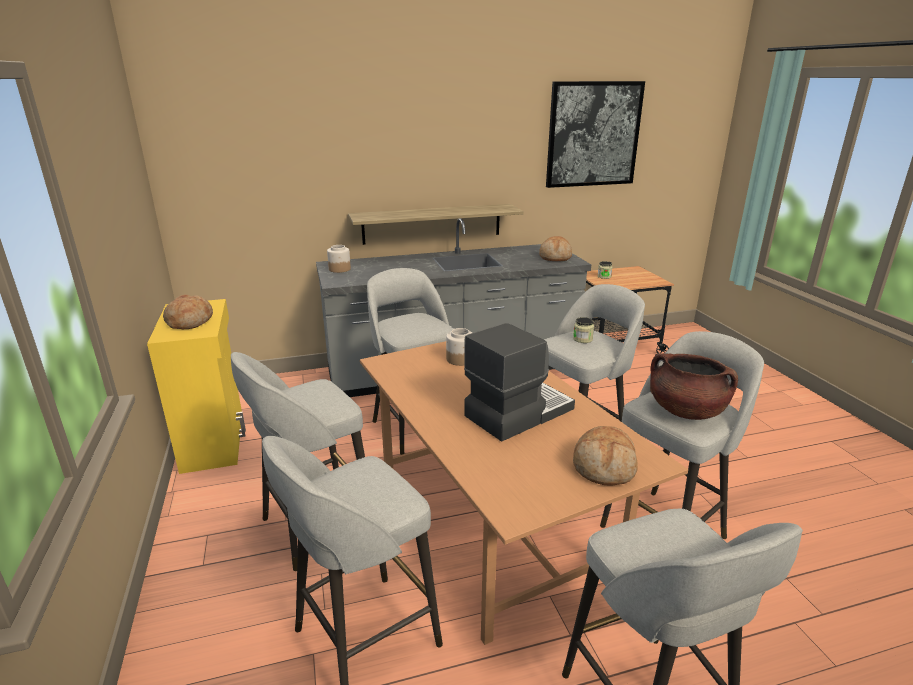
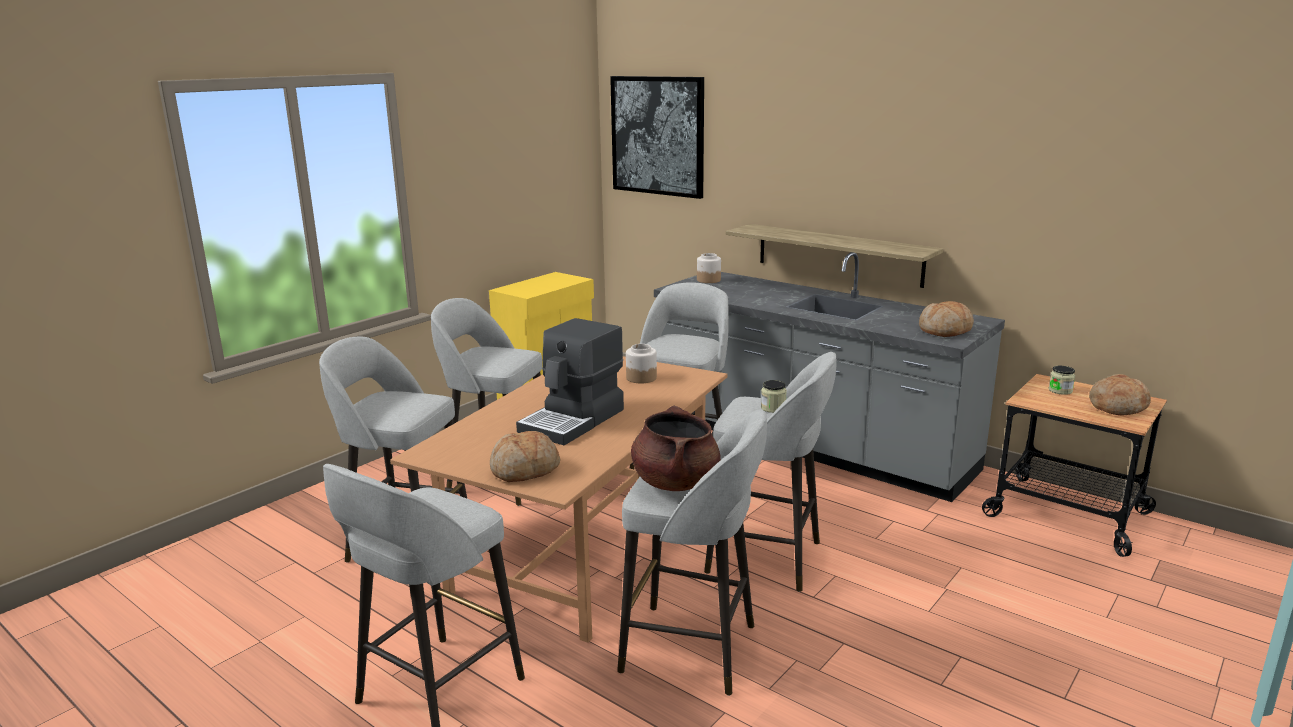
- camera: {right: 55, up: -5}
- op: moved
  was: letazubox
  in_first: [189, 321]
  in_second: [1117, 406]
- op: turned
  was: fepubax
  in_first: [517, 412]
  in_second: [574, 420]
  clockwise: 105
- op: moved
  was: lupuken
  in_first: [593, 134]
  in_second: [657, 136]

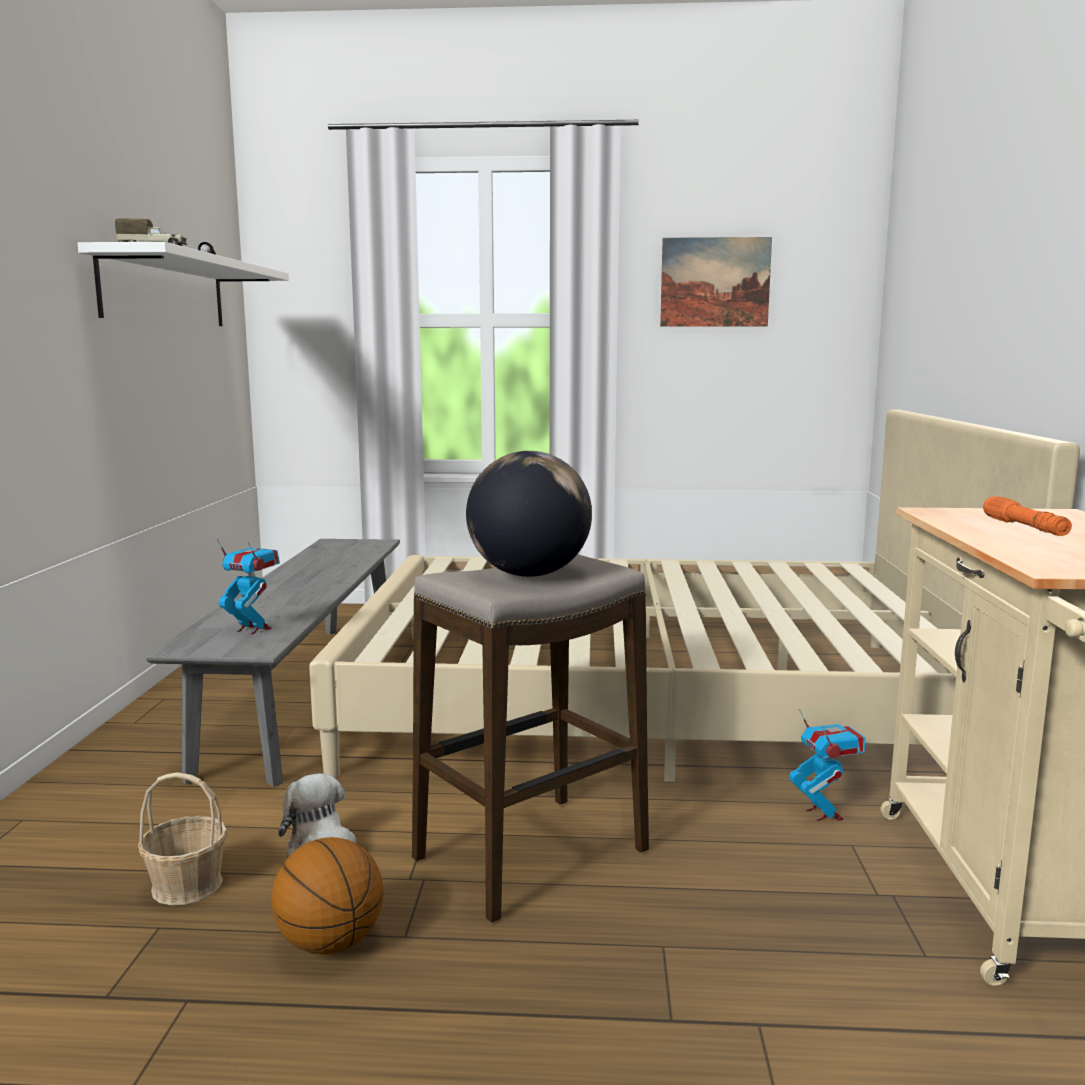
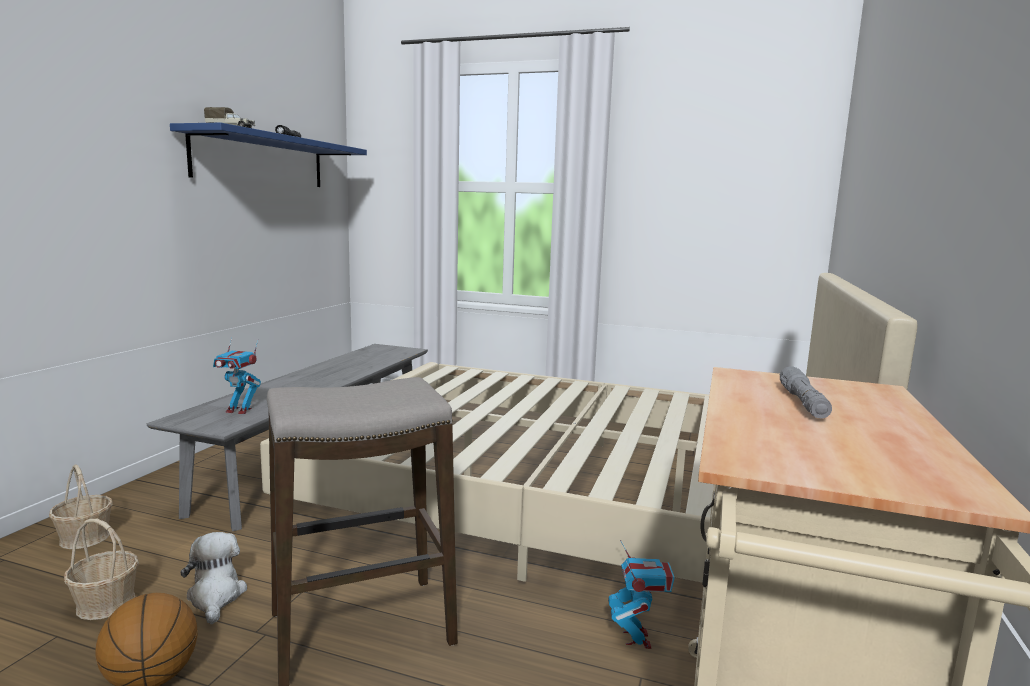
- camera: {right: 15, up: 0}
- op: recoloured
  was: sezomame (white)
  now: sezomame (blue)
  in_first: [165, 291]
  in_second: [261, 160]
- op: turned
  was: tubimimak
  in_first: [253, 629]
  in_second: [239, 410]
  clockwise: 150
- op: removed
  was: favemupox
  in_first: [529, 574]
- op: removed
  was: lupuken
  in_first: [715, 282]
- op: recoloured
  was: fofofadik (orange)
  now: fofofadik (grey)
  in_first: [1024, 527]
  in_second: [803, 403]
- op: added
  now: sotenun
  in_second: [85, 538]

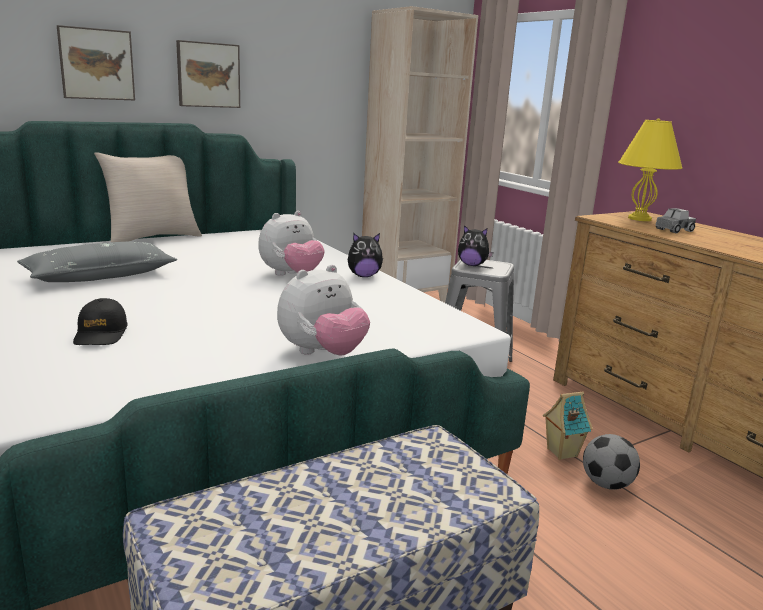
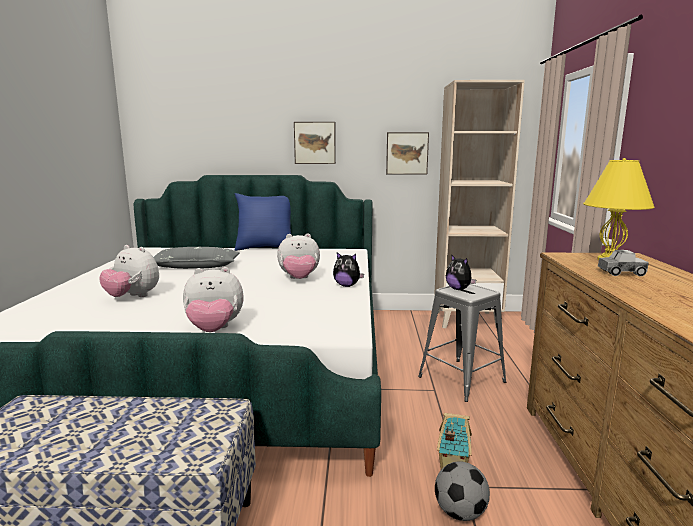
- camera: {right: 35, up: -5}
- op: moved
  was: lupuken
  in_first: [96, 64]
  in_second: [407, 153]
- op: replaced
  was: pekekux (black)
  now: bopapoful
  in_first: [101, 334]
  in_second: [133, 297]
- op: recoloured
  was: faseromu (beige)
  now: faseromu (blue)
  in_first: [152, 238]
  in_second: [266, 248]

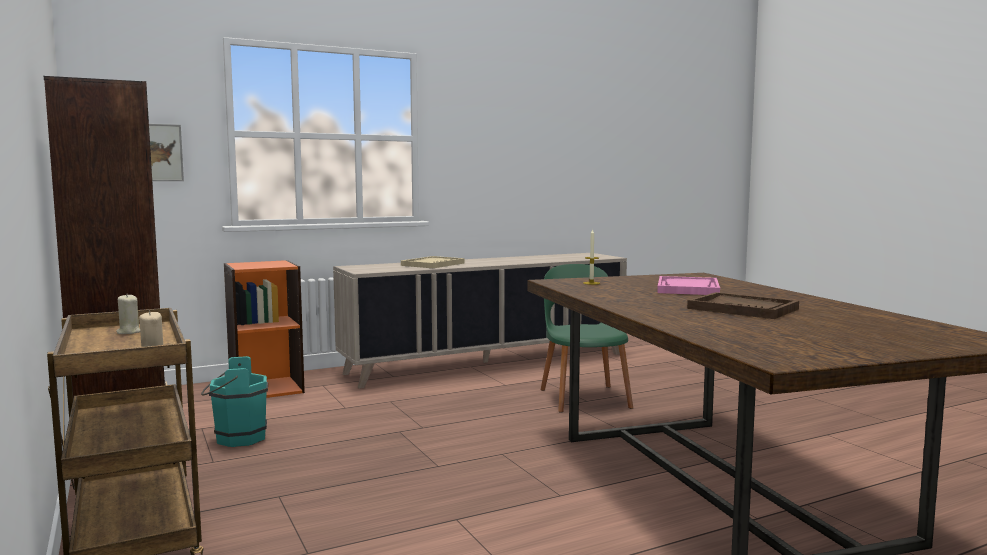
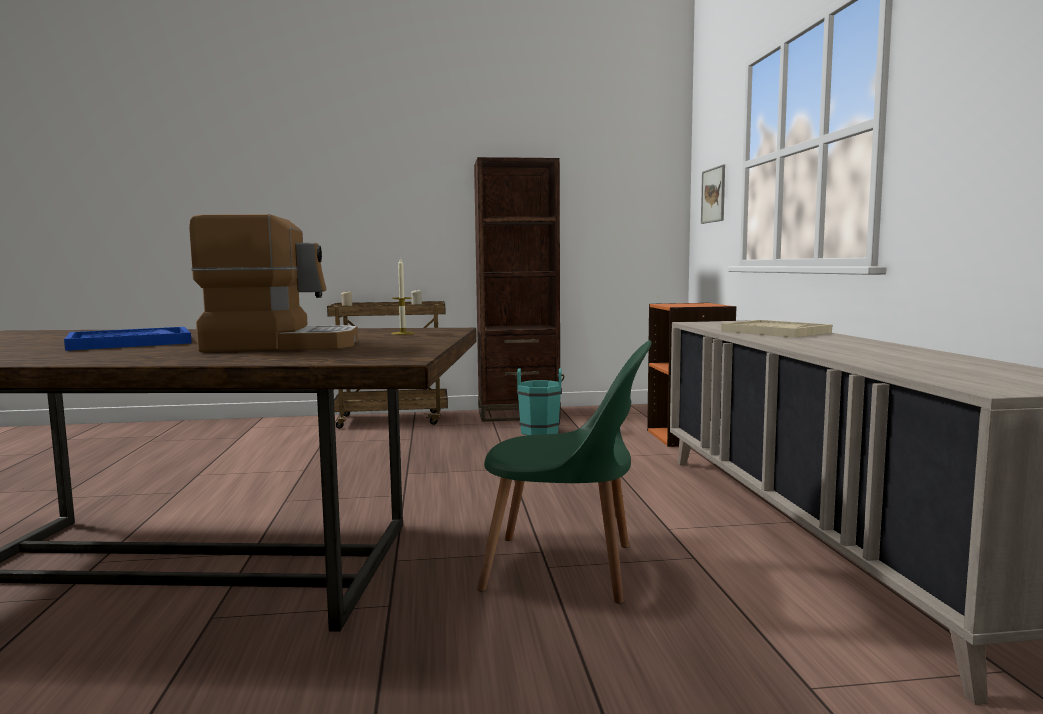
- camera: {right: 110, up: 0}
- op: replaced
  was: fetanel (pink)
  now: fepubax
  in_first: [688, 288]
  in_second: [281, 345]
- op: recoloured
  was: fetanel (brown)
  now: fetanel (blue)
  in_first: [743, 309]
  in_second: [129, 343]

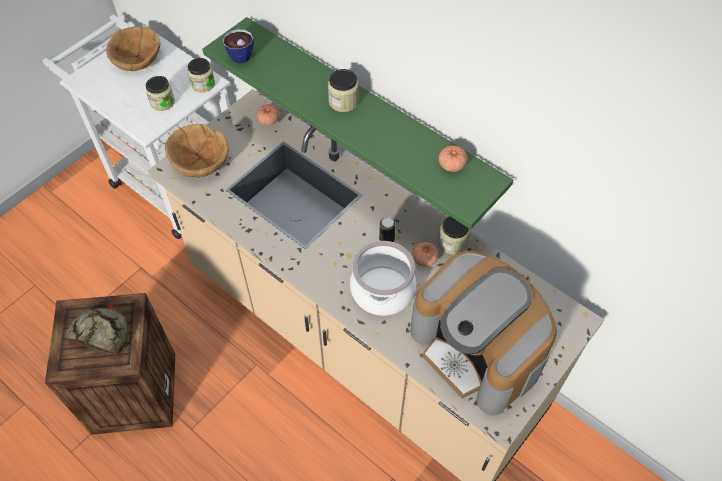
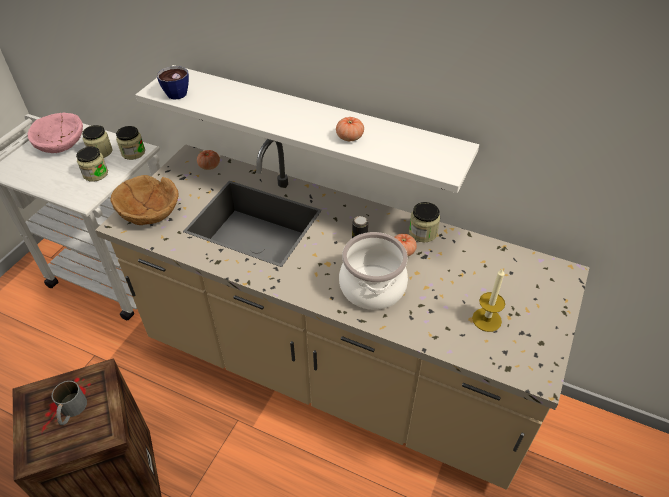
- camera: {right: -15, up: -10}
- op: replaced
  was: letazubox
  now: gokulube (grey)
  in_first: [100, 334]
  in_second: [71, 411]
- op: recoloured
  was: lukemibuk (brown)
  now: lukemibuk (pink)
  in_first: [137, 59]
  in_second: [61, 144]
- op: recoloured
  was: sezomame (green)
  now: sezomame (white)
  in_first: [369, 113]
  in_second: [314, 127]
- op: moved
  was: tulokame
  in_first: [343, 101]
  in_second: [100, 152]
- op: replaced
  was: fepubax
  now: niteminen
  in_first: [477, 349]
  in_second: [486, 319]
- op: moved
  was: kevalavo
  in_first: [451, 165]
  in_second: [349, 137]

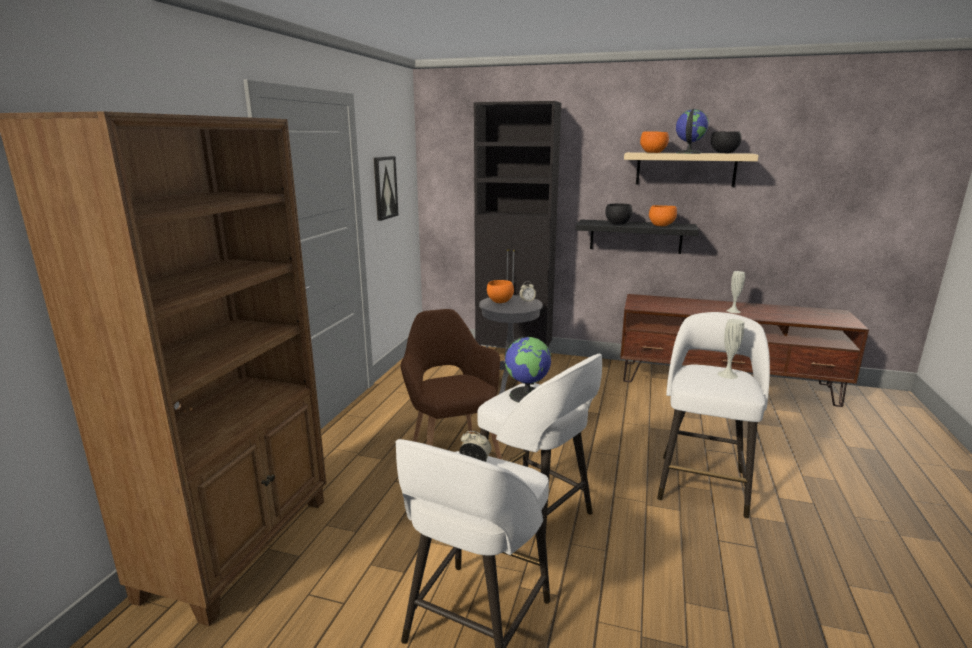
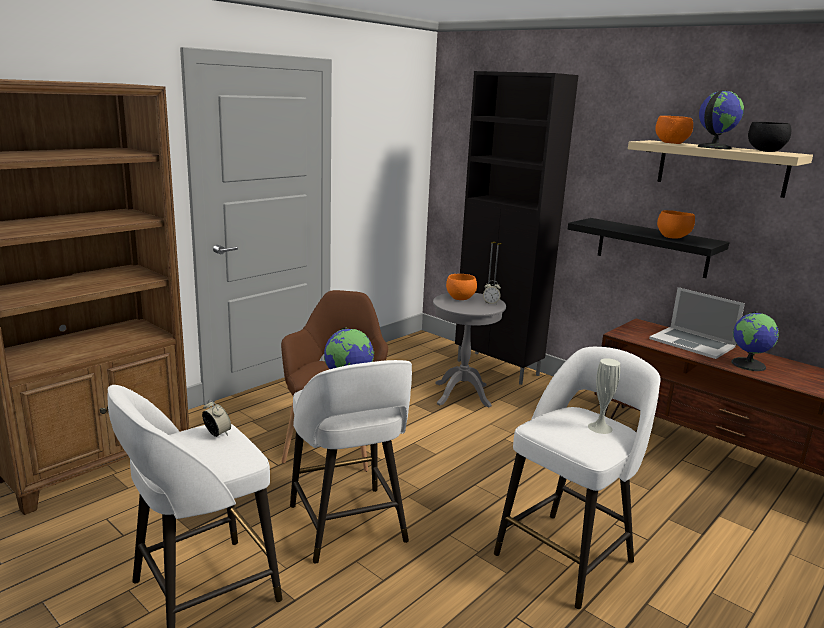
- camera: {right: 25, up: 0}
- op: removed
  was: lupuken
  in_first: [384, 187]
- op: removed
  was: lukemibuk (black)
  in_first: [617, 224]
- op: replaced
  was: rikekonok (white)
  now: favemupox
  in_first: [733, 311]
  in_second: [749, 364]
- op: added
  now: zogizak
  in_second: [692, 343]

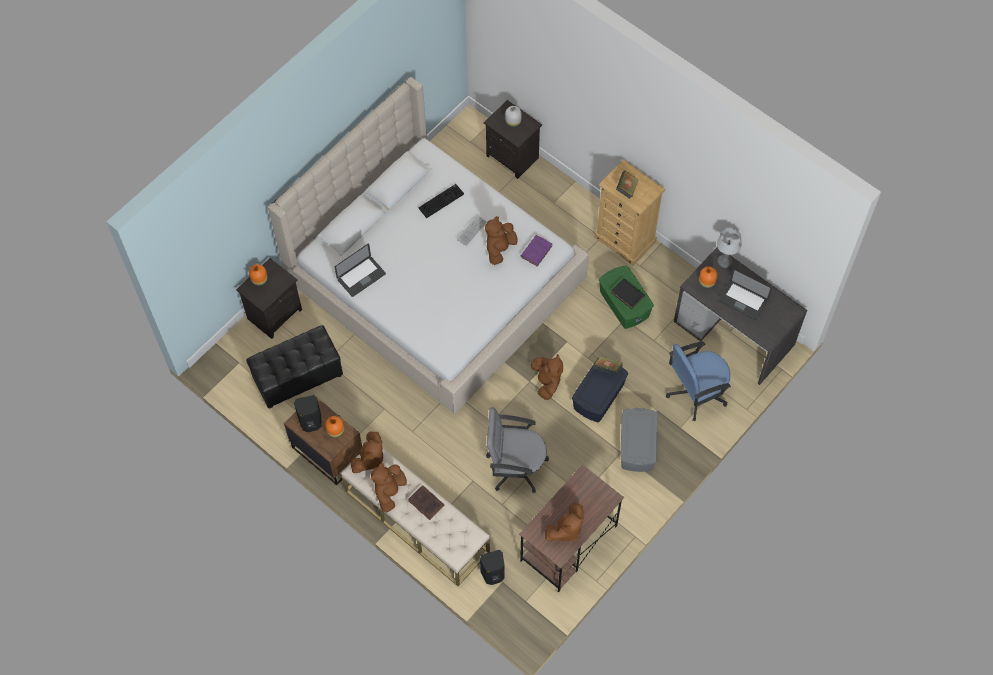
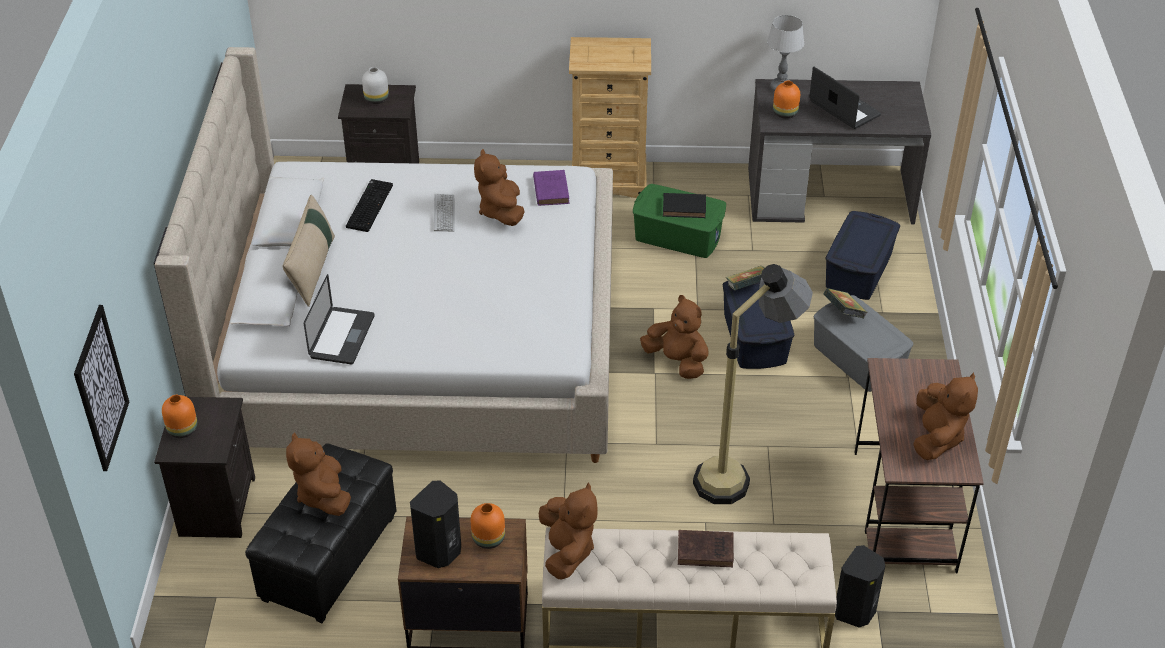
- camera: {right: -40, up: -20}
- op: moved
  was: bopapoful (brown)
  in_first: [389, 491]
  in_second: [323, 495]
- op: replaced
  was: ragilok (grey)
  now: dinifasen
  in_first: [515, 466]
  in_second: [741, 471]
- op: moved
  was: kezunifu
  in_first: [626, 189]
  in_second: [843, 313]
- op: replaced
  was: ragilok (blue)
  now: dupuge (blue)
  in_first: [695, 393]
  in_second: [858, 270]
- op: turned
  was: zogizak
  in_first: [743, 301]
  in_second: [844, 108]
  clockwise: -120
- op: added
  now: lupuken
  in_second: [101, 388]
- op: added
  now: faseromu (beige)
  in_second: [312, 270]

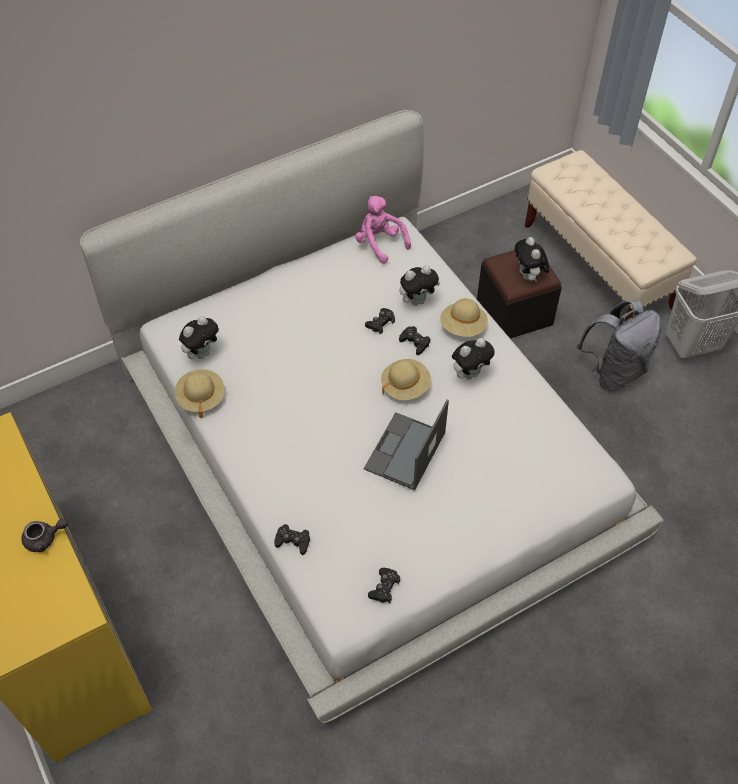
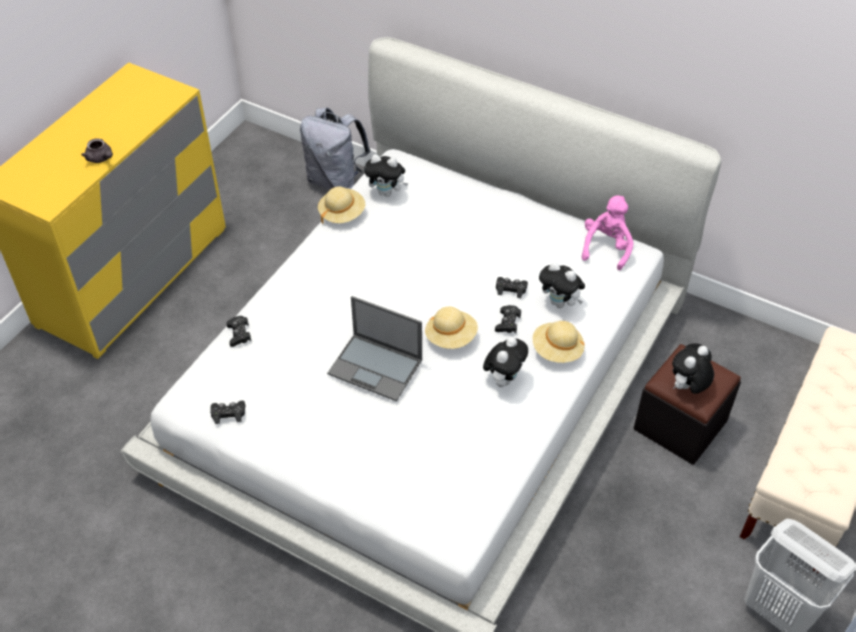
- camera: {right: 60, up: -5}
- op: turned
  was: zogizak
  in_first: [405, 452]
  in_second: [376, 367]
  clockwise: -150
- op: turned
  was: bopapoful
  in_first: [470, 373]
  in_second: [504, 378]
  clockwise: -90
- op: moved
  was: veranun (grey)
  in_first: [613, 371]
  in_second: [335, 180]

